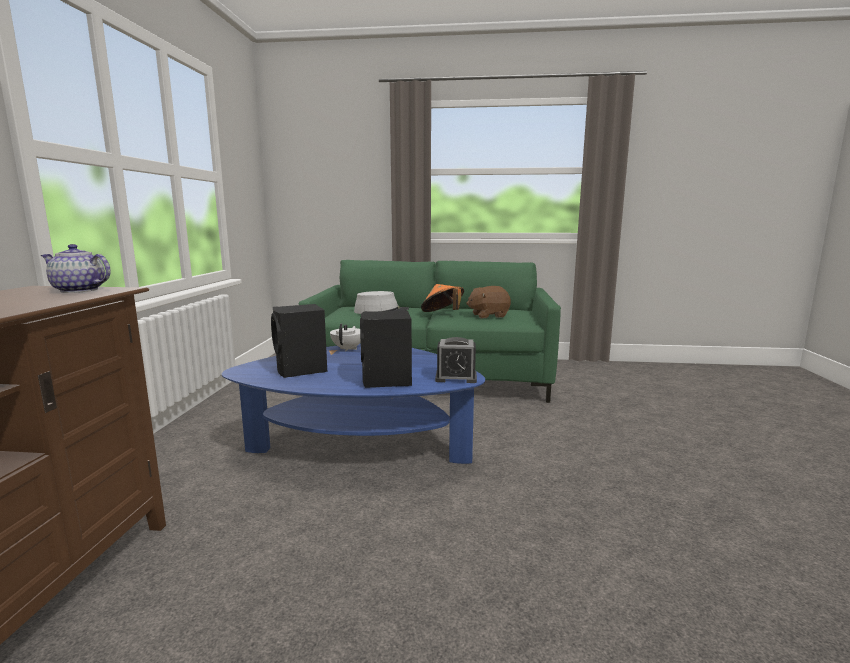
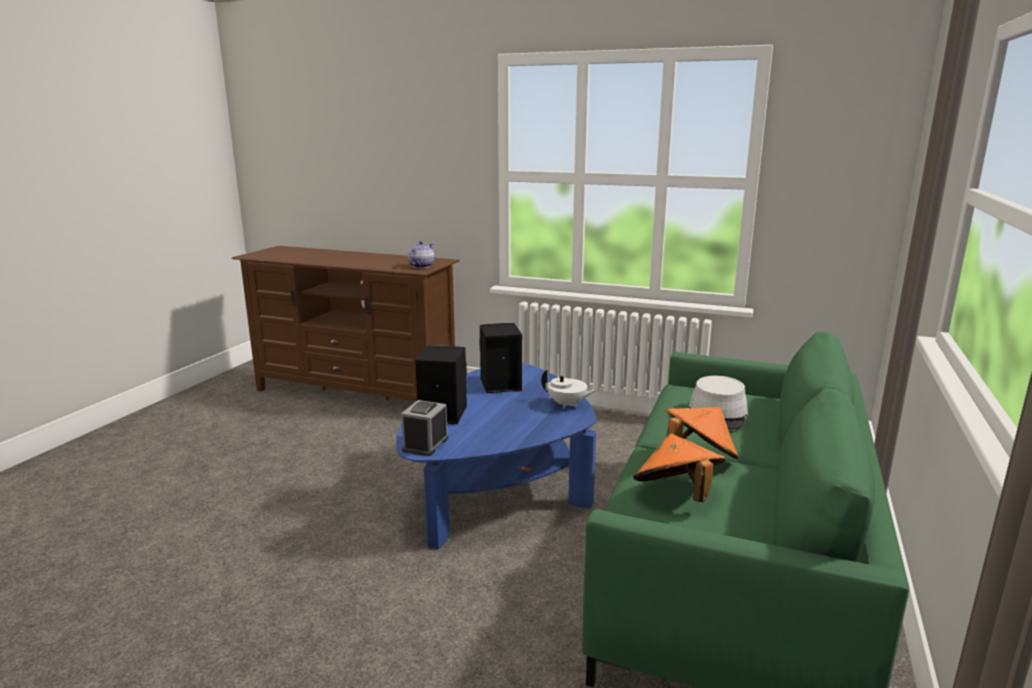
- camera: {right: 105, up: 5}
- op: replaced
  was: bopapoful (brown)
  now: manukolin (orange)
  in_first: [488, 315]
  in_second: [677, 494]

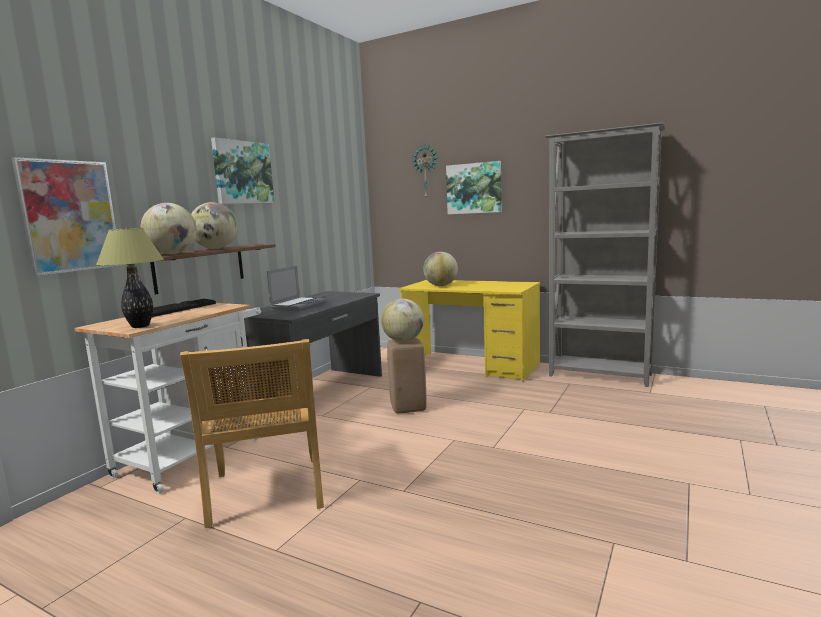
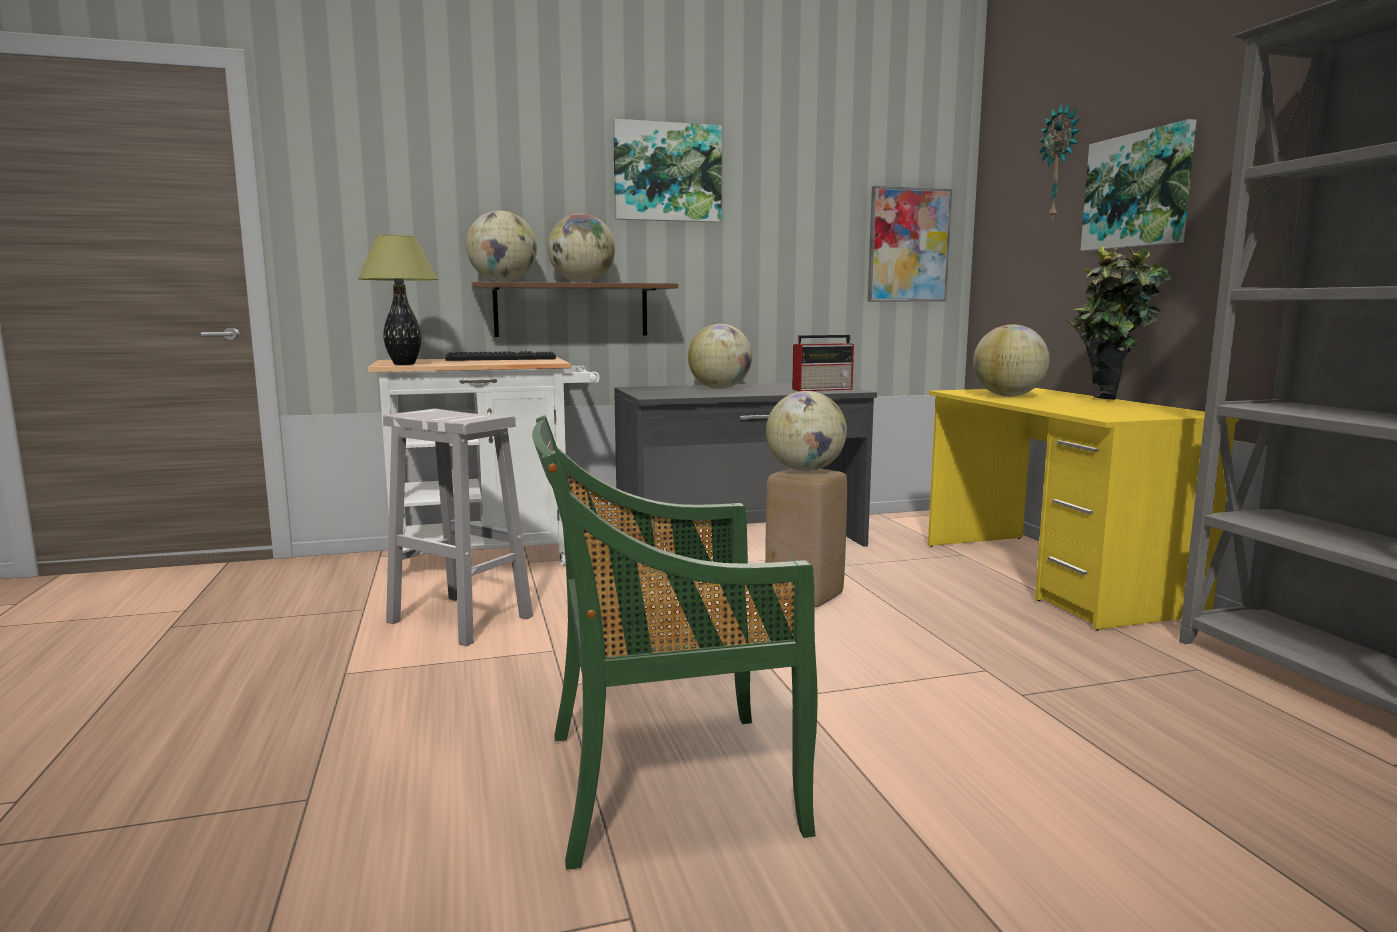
- camera: {right: 45, up: 0}
- op: moved
  was: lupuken
  in_first: [69, 216]
  in_second: [908, 245]
- op: replaced
  was: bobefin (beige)
  now: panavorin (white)
  in_first: [267, 492]
  in_second: [458, 619]
- op: replaced
  was: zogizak
  now: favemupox
  in_first: [298, 305]
  in_second: [720, 388]
- op: added
  now: bobefin (green)
  in_second: [665, 783]
- op: added
  now: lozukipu
  in_second: [823, 389]
- op: added
  now: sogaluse
  in_second: [1106, 402]

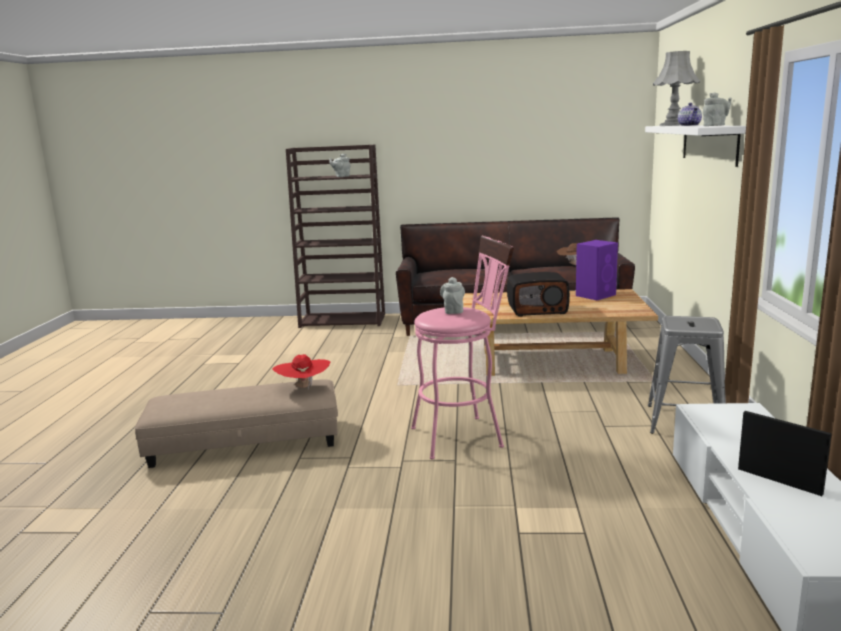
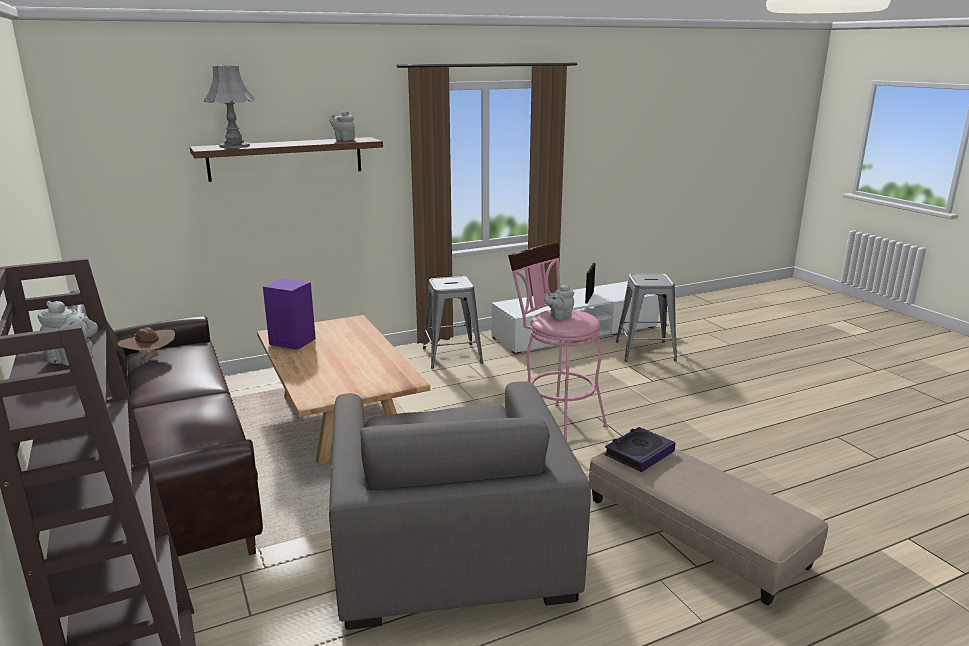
- camera: {right: -120, up: 5}
- op: replaced
  was: manukolin (red)
  now: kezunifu
  in_first: [303, 387]
  in_second: [639, 453]
- op: removed
  was: lozukipu
  in_first: [537, 310]
- op: recoloured
  was: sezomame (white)
  now: sezomame (brown)
  in_first: [709, 143]
  in_second: [286, 159]
- op: removed
  was: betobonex
  in_first: [689, 125]
- op: added
  now: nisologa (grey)
  in_second: [448, 538]
- op: added
  now: panavorin (grey)
  in_second: [645, 351]

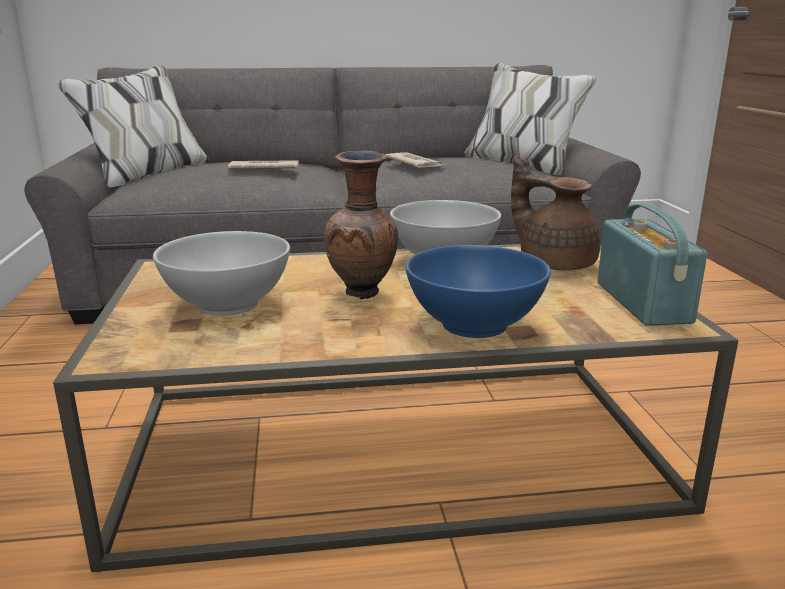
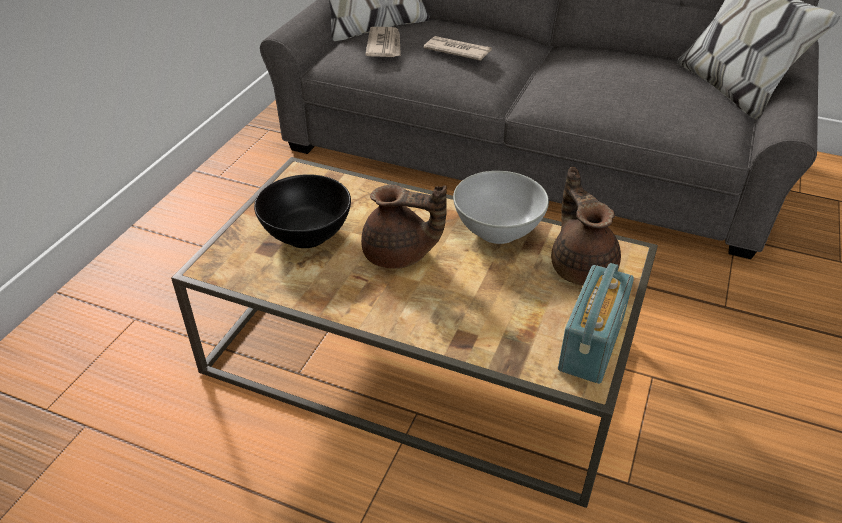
- camera: {right: 30, up: 20}
- op: recoloured
  was: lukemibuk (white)
  now: lukemibuk (black)
  in_first: [228, 304]
  in_second: [307, 235]
- op: replaced
  was: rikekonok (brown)
  now: betobonex (brown)
  in_first: [363, 294]
  in_second: [399, 255]
- op: moved
  was: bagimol
  in_first: [414, 164]
  in_second: [385, 45]
- op: removed
  was: lukemibuk (blue)
  in_first: [473, 325]

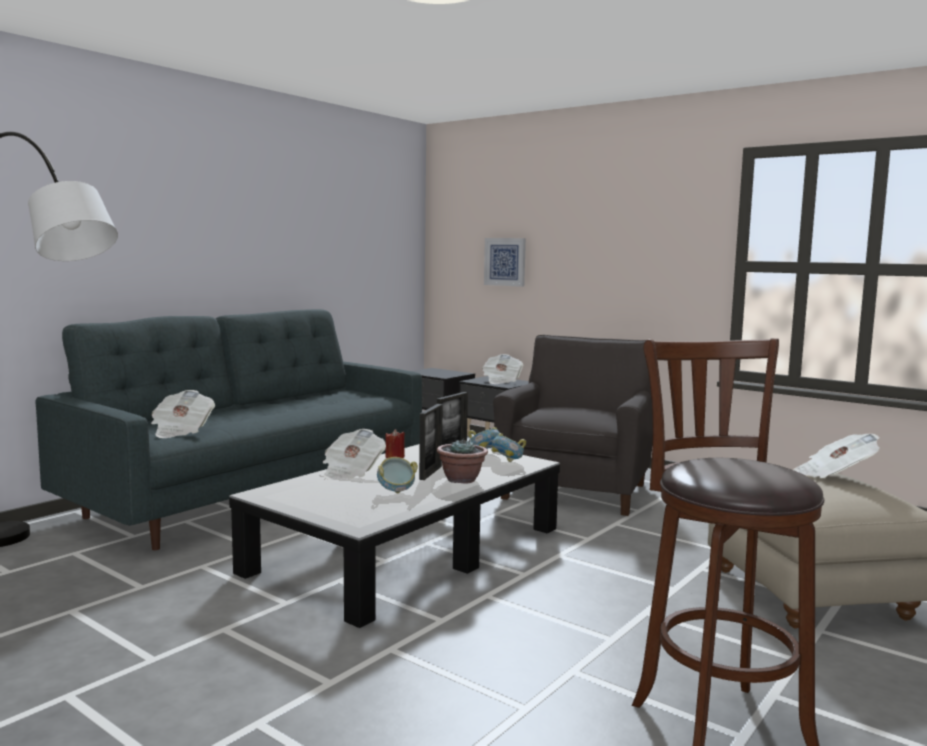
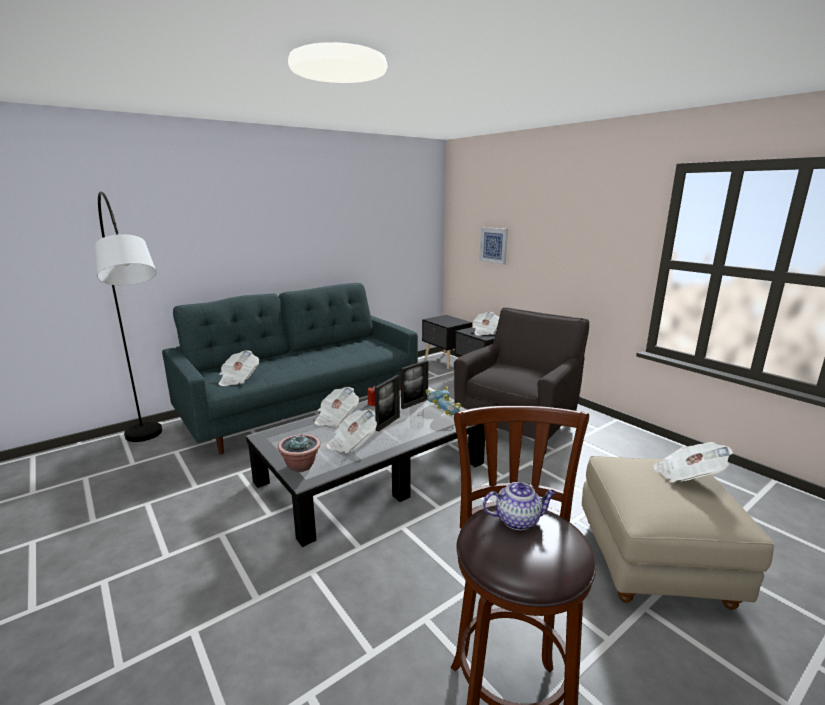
- camera: {right: 15, up: 10}
- op: replaced
  was: lukemibuk
  now: bagimol
  in_first: [395, 492]
  in_second: [352, 443]
- op: moved
  was: sogaluse
  in_first: [461, 480]
  in_second: [301, 466]
- op: added
  now: betobonex
  in_second: [518, 520]

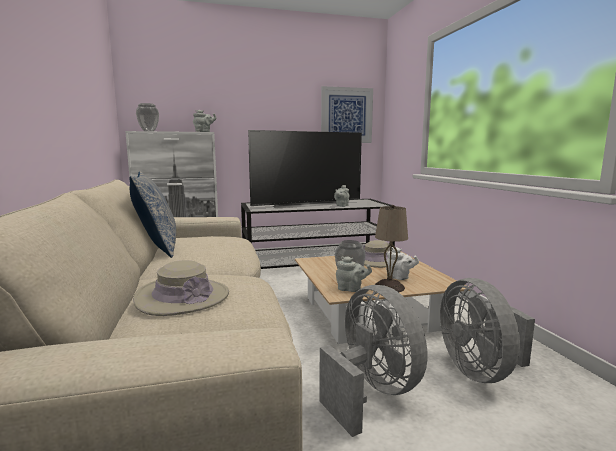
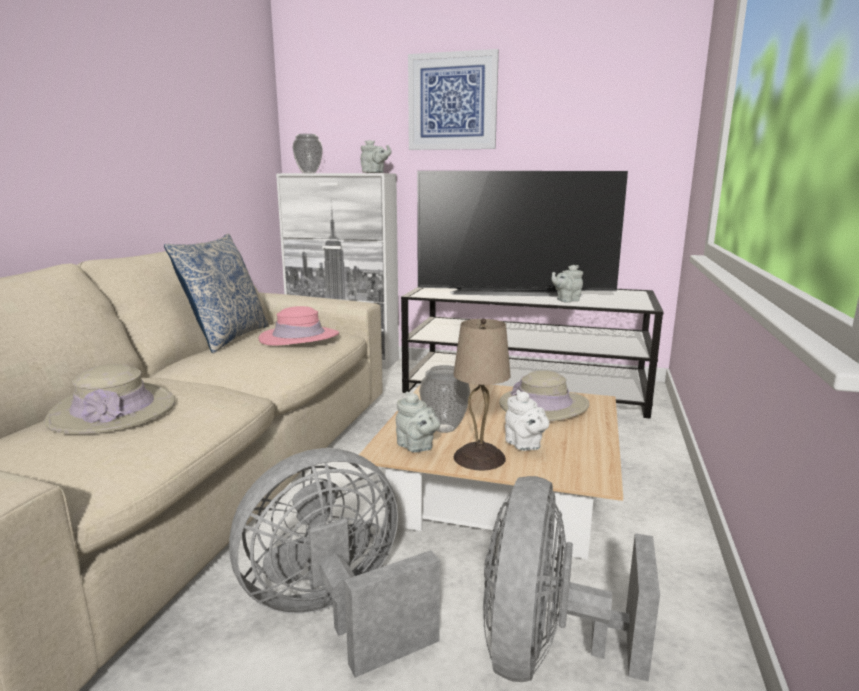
- camera: {right: 30, up: 5}
- op: turned
  was: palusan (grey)
  in_first: [371, 392]
  in_second: [335, 613]
  clockwise: -120
- op: moved
  was: lupuken
  in_first: [346, 115]
  in_second: [452, 102]
- op: added
  now: manukolin (pink)
  in_second: [299, 337]

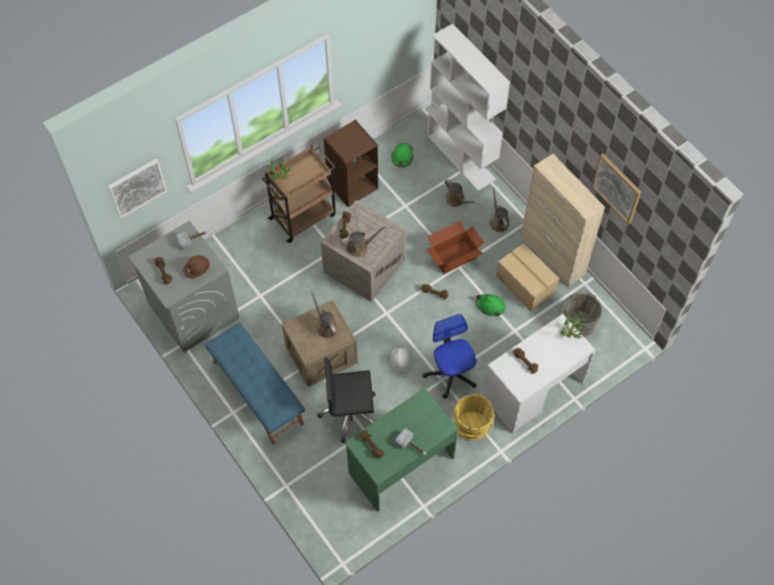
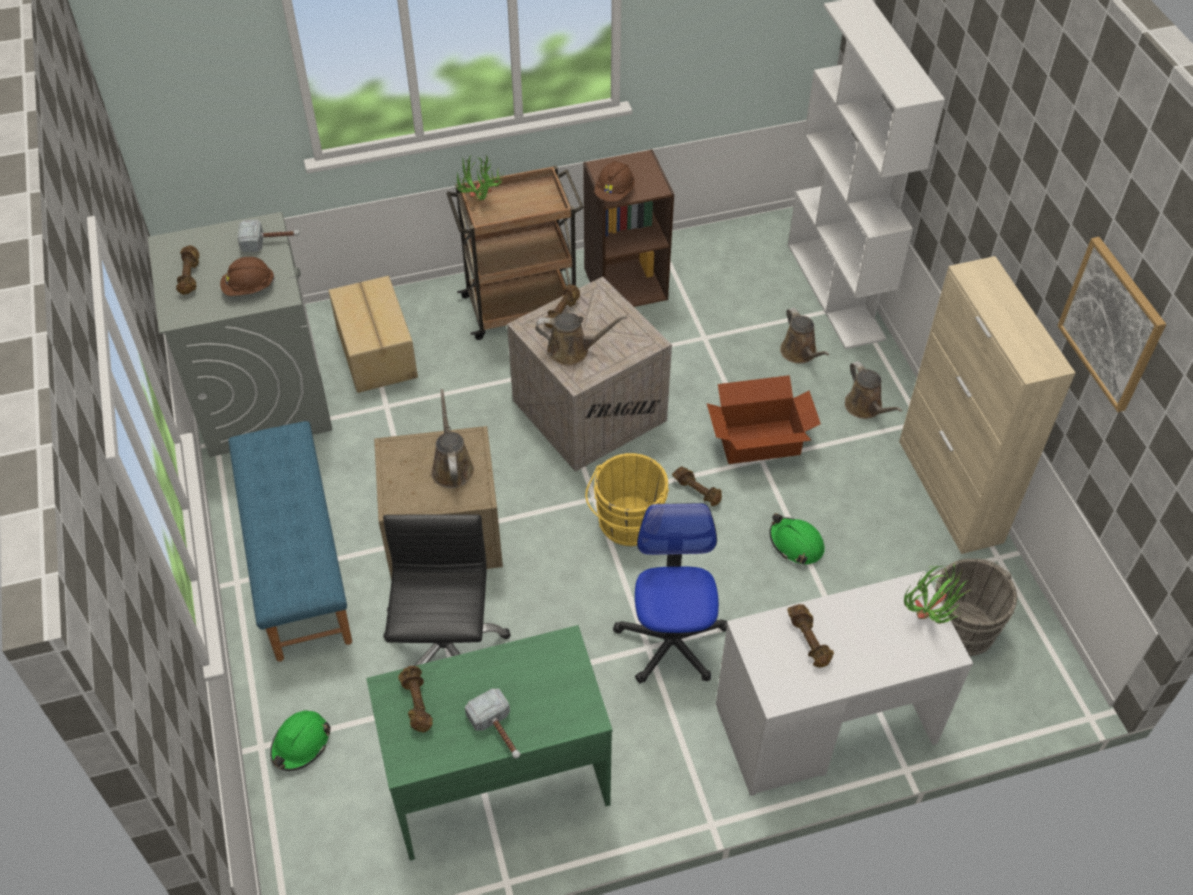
- camera: {right: 20, up: -10}
- op: removed
  was: lupuken
  in_first: [137, 187]
- op: turned
  was: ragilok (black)
  in_first: [350, 413]
  in_second: [445, 652]
  clockwise: 75
- op: moved
  was: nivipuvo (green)
  in_first: [402, 157]
  in_second: [300, 744]
- op: removed
  was: nivipuvo (white)
  in_first: [400, 361]
- op: moved
  was: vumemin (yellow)
  in_first: [471, 427]
  in_second: [627, 525]
- op: turned
  was: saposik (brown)
  in_first: [498, 221]
  in_second: [865, 407]
  clockwise: 150
- op: moved
  was: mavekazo
  in_first: [526, 283]
  in_second: [377, 351]
- op: added
  now: nivipuvo (brown)
  in_second: [614, 192]

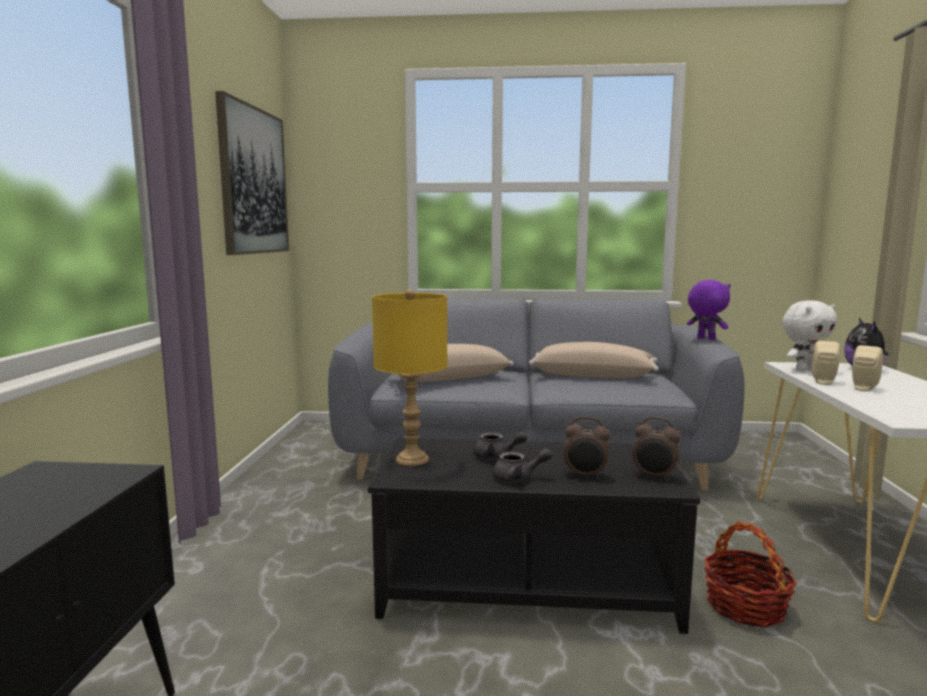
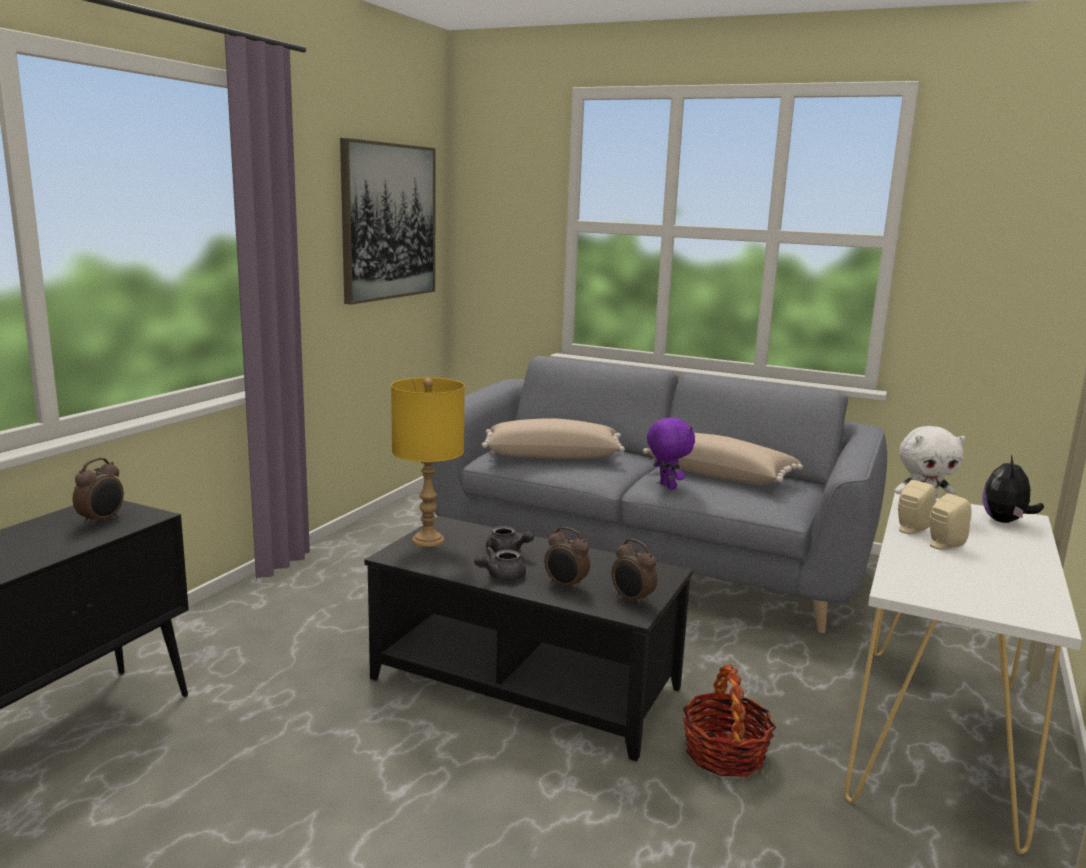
- camera: {right: 20, up: 5}
- op: turned
  was: betobonex (grey)
  in_first: [518, 478]
  in_second: [500, 576]
  clockwise: 120
- op: moved
  was: bopapoful (purple)
  in_first: [705, 339]
  in_second: [666, 486]
- op: added
  now: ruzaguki
  in_second: [102, 521]

